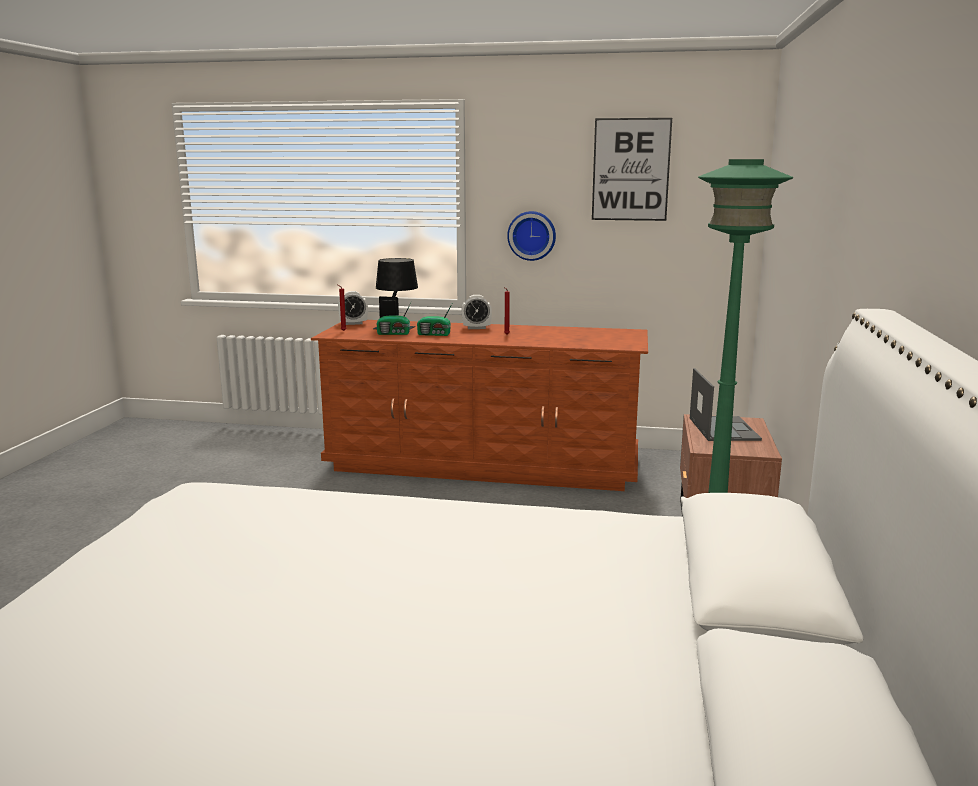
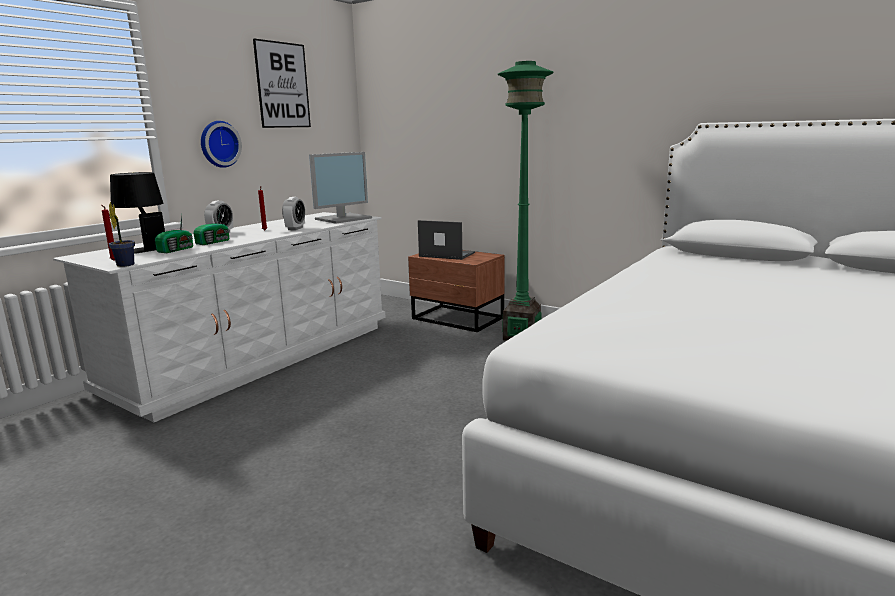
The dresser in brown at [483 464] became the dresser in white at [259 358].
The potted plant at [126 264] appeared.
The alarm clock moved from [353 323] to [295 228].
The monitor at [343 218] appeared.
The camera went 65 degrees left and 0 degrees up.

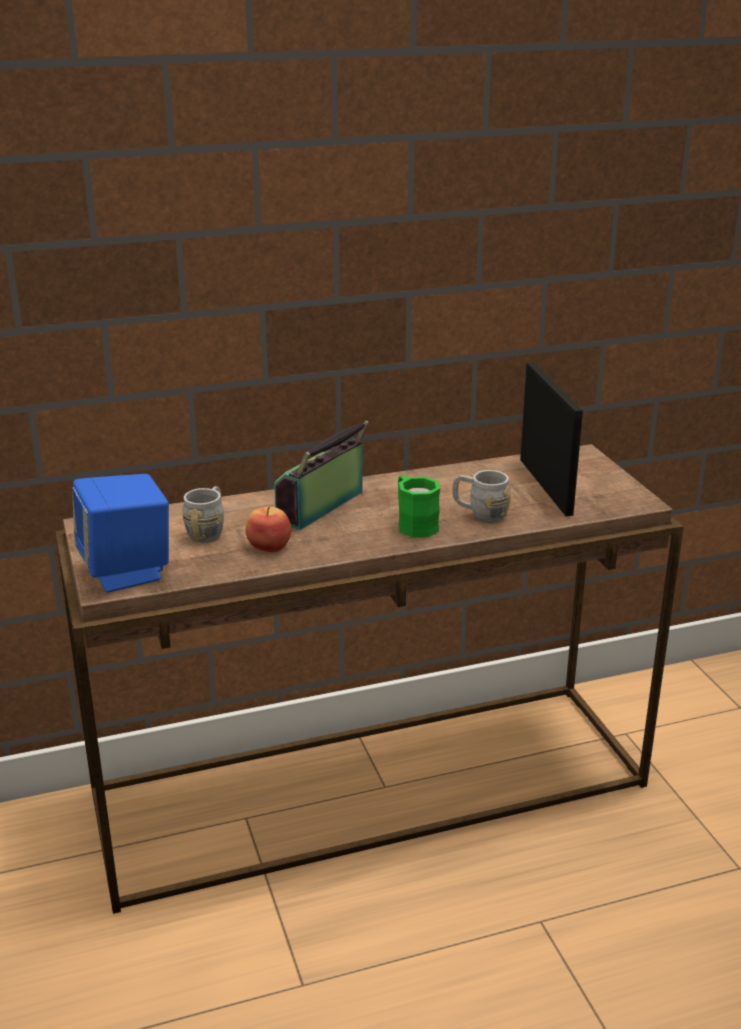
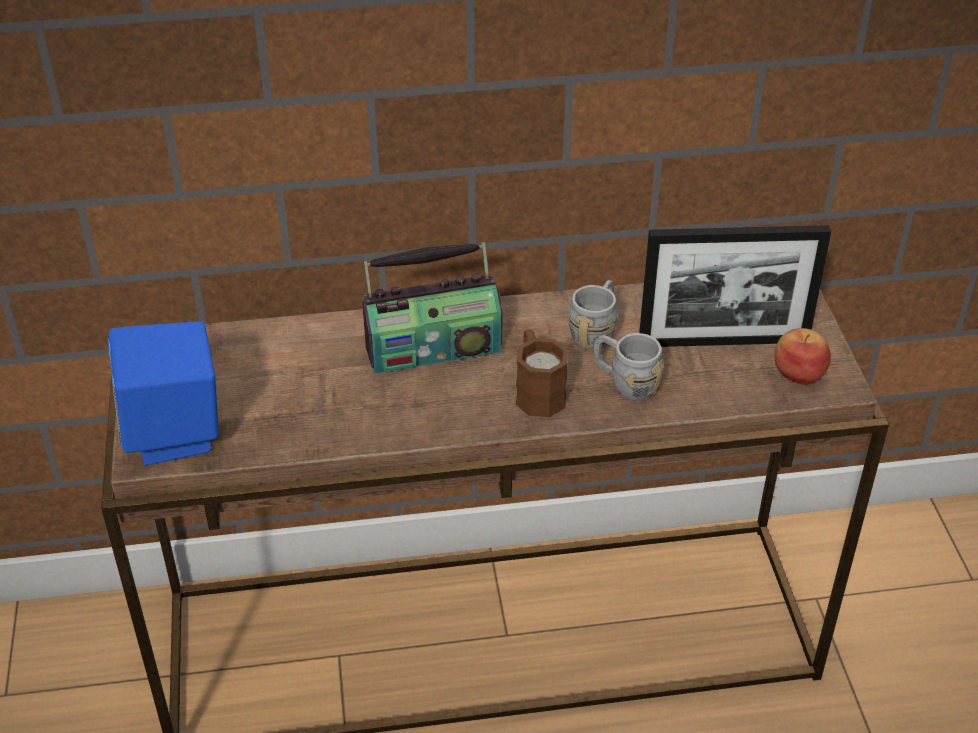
The radio at [322 507] turned 150 degrees counterclockwise.
The mug in green at [414 524] became the mug in brown at [537 391].
The mug in grey moved from [209 531] to [596 332].
The picture frame at [545 486] turned 90 degrees clockwise.
The apple moved from [269 546] to [799 373].
The camera went 10 degrees right and 15 degrees up.

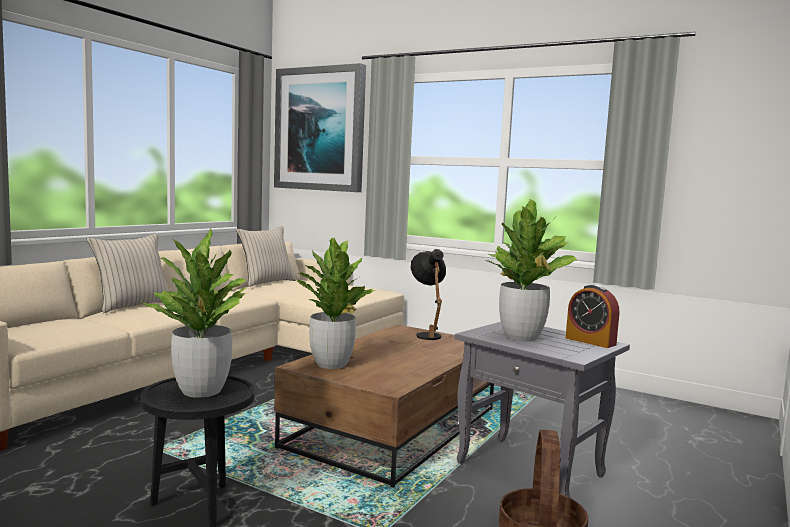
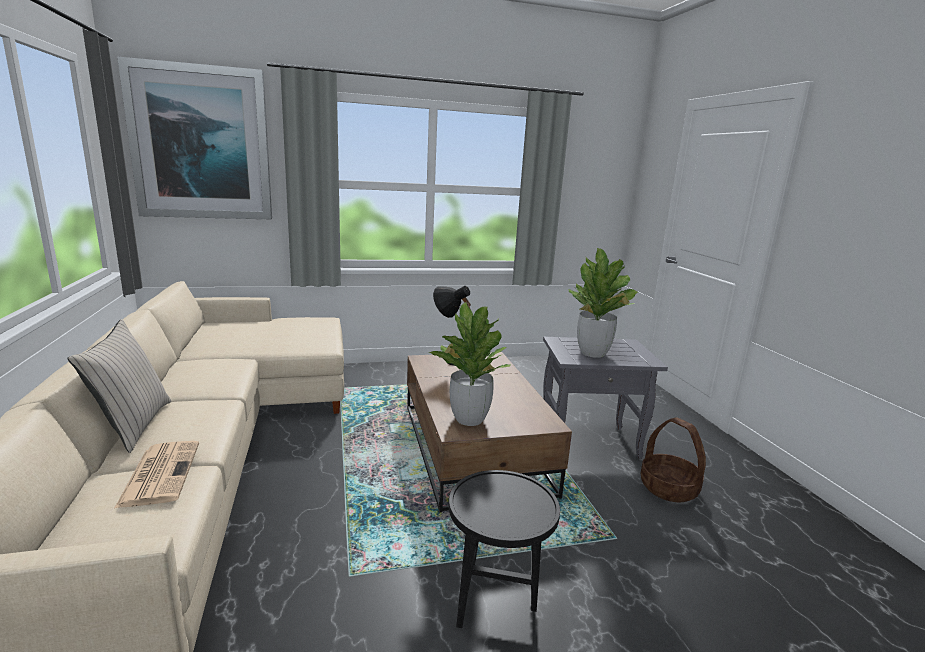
The newspaper at [160 473] appeared.
The potted plant at [201 391] disappeared.
The pillow in beige at [266 282] disappeared.
The alarm clock at [590 341] disappeared.
The camera went 45 degrees left and 10 degrees up.

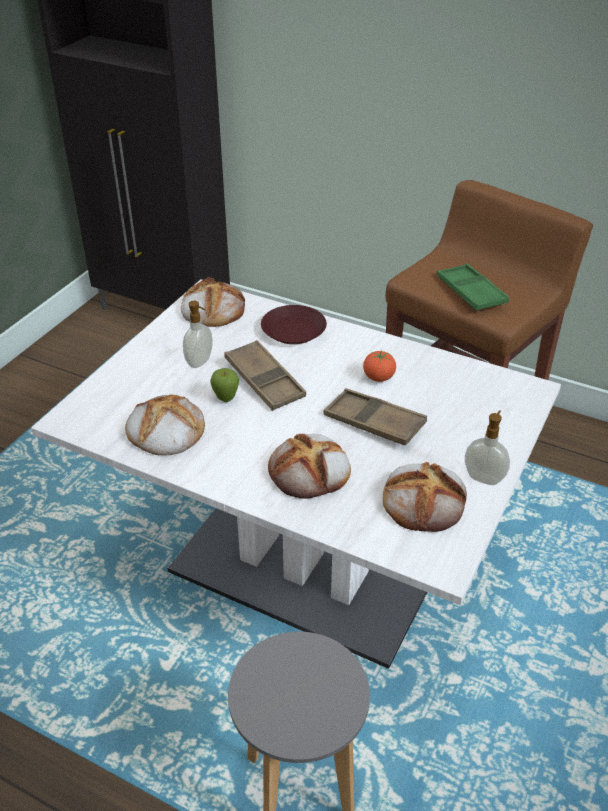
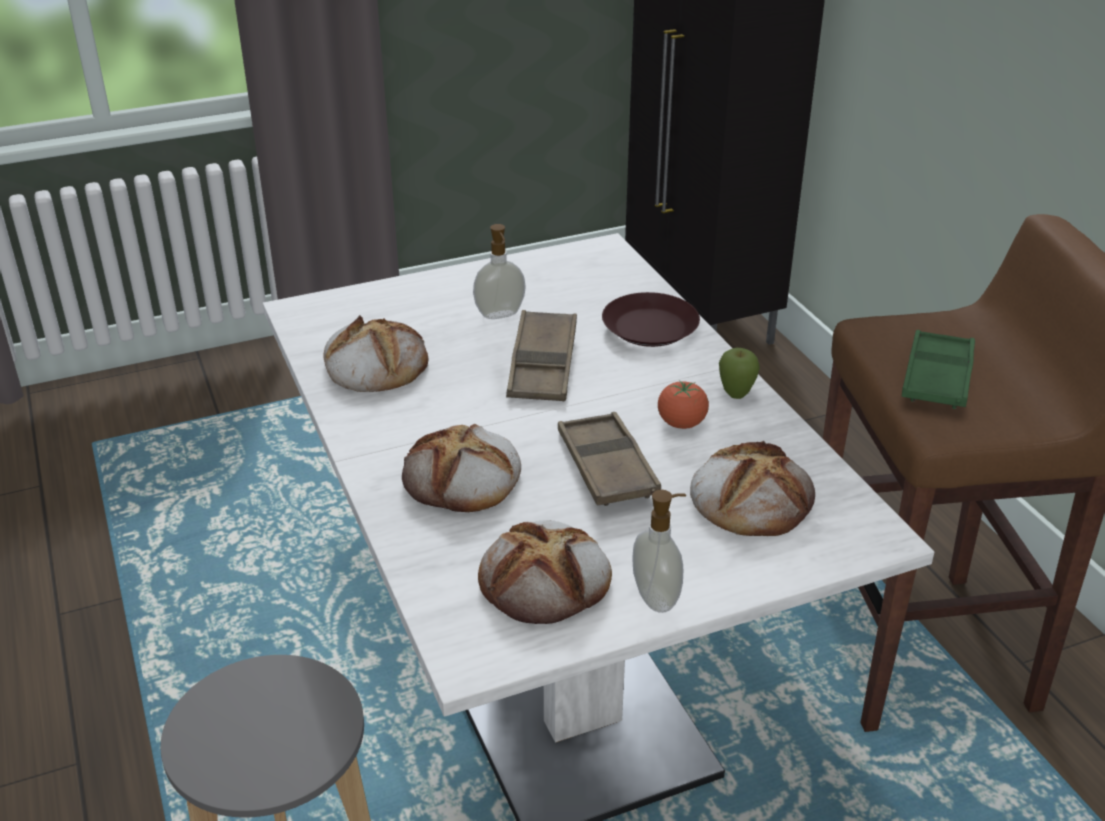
The bread moved from [212 308] to [750 497].
The apple moved from [226 400] to [736 396].
The camera went 40 degrees right and 5 degrees down.

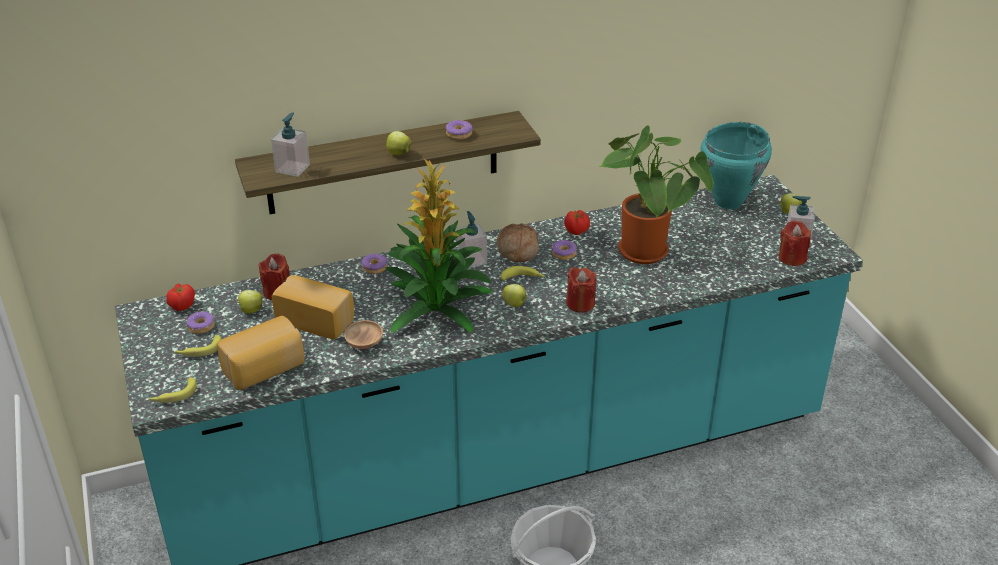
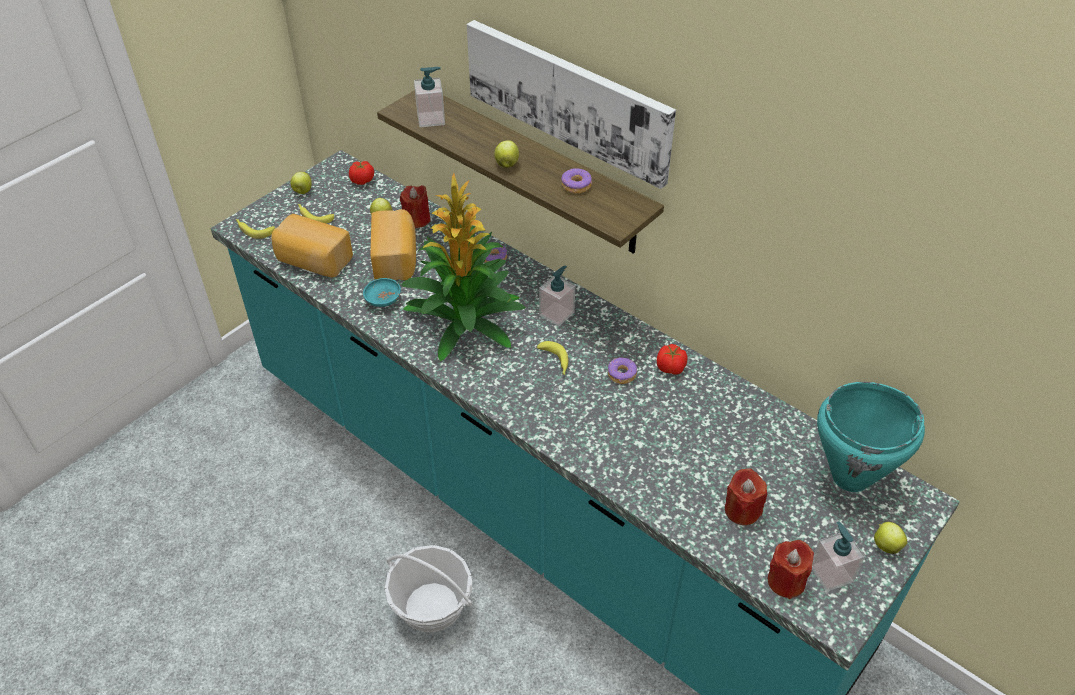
The apple moved from [515 304] to [302 191].
The bowl in brown at [364 343] became the bowl in turquoise at [383 300].
The picture at [568 99] appeared.
The candle in red moved from [580 303] to [742 510].
The donut at [201 327] disappeared.
The bread at [517 250] disappeared.
The potted plant at [648 254] disappeared.
The camera went 60 degrees right and 10 degrees up.

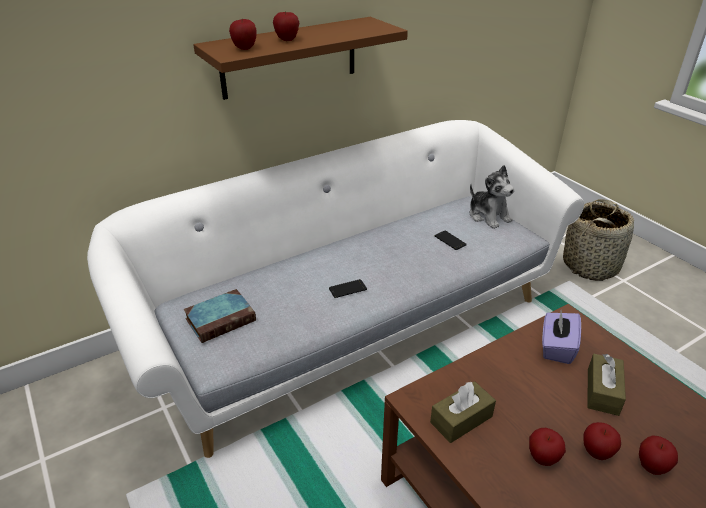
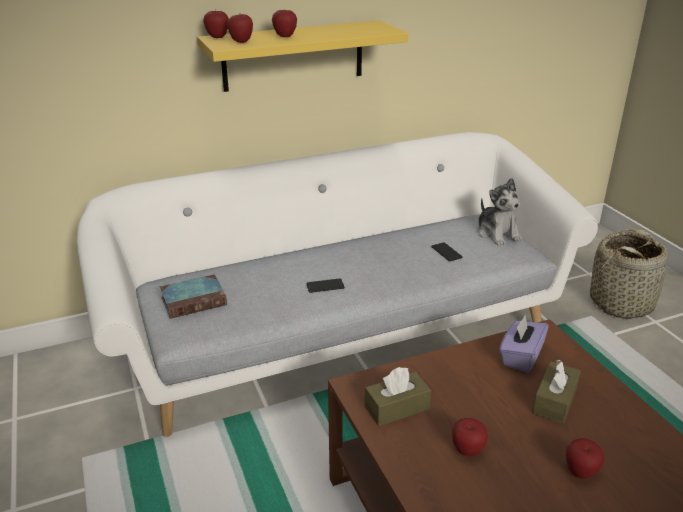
The shelf in brown at [290 57] became the shelf in yellow at [293 56].
The apple moved from [596 452] to [217 37].
The camera went 10 degrees right and 5 degrees down.

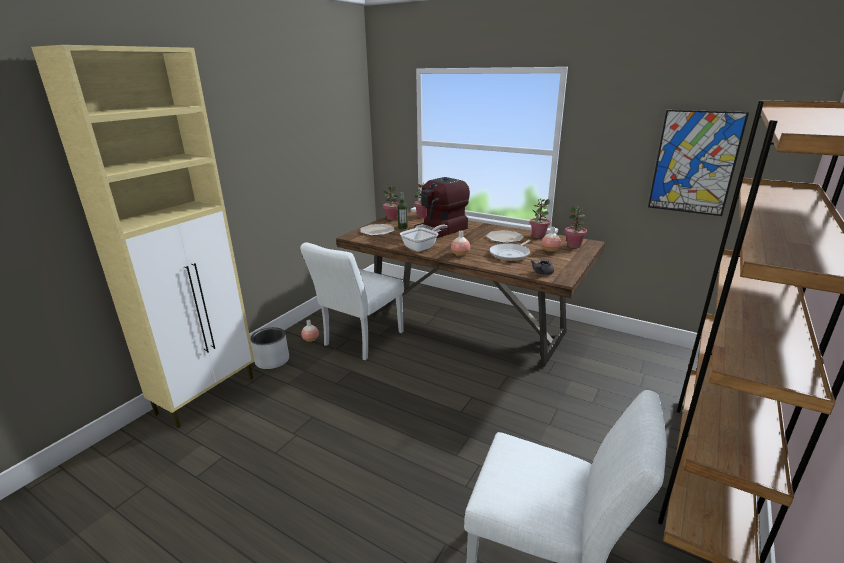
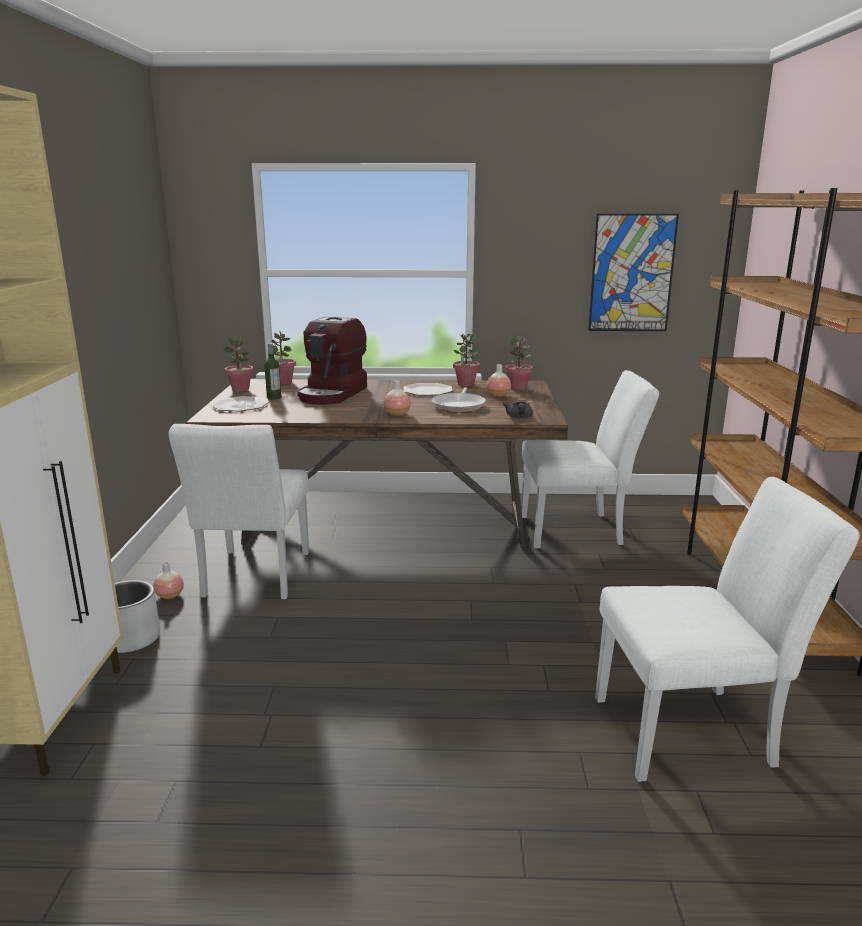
The chair in white at [579 530] appeared.
The frying pan at [422 247] disappeared.
The camera went 30 degrees left and 5 degrees down.

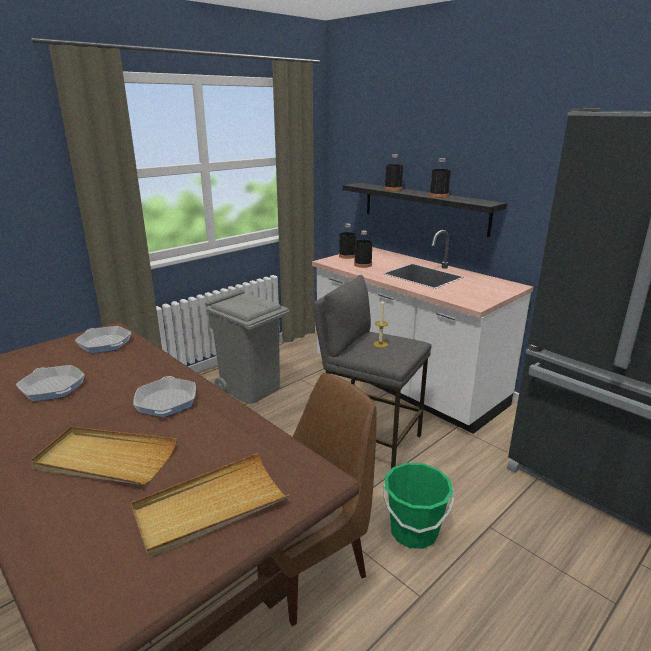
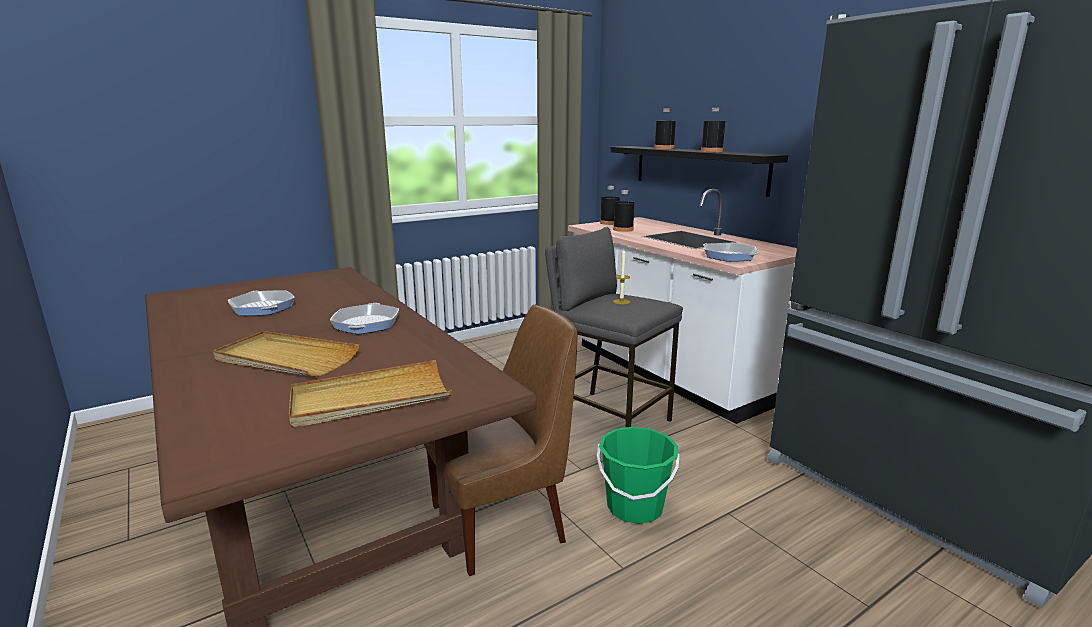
The frying pan moved from [104 343] to [729 256].
The trash can in grey at [251 388] disappeared.
The camera went 10 degrees right and 5 degrees down.

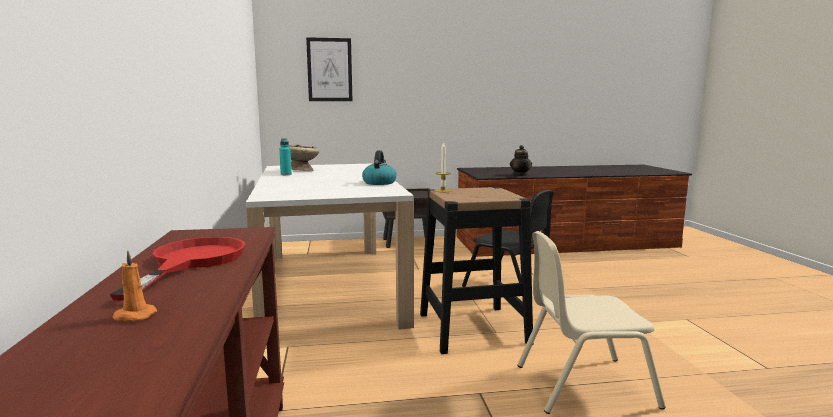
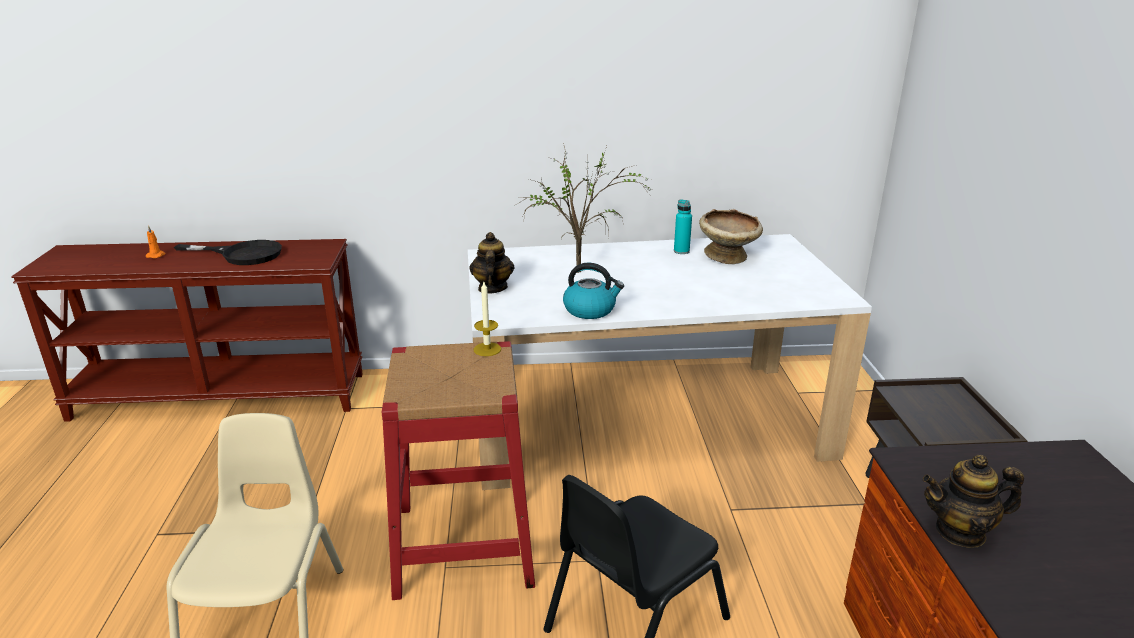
The frying pan in red at [191 262] became the frying pan in black at [242 254].
The stool in black at [472 328] became the stool in red at [464 544].
The teapot at [492 288] appeared.
The potted plant at [582 272] appeared.
The picture at [329 70] disappeared.
The camera went 95 degrees right and 15 degrees up.

